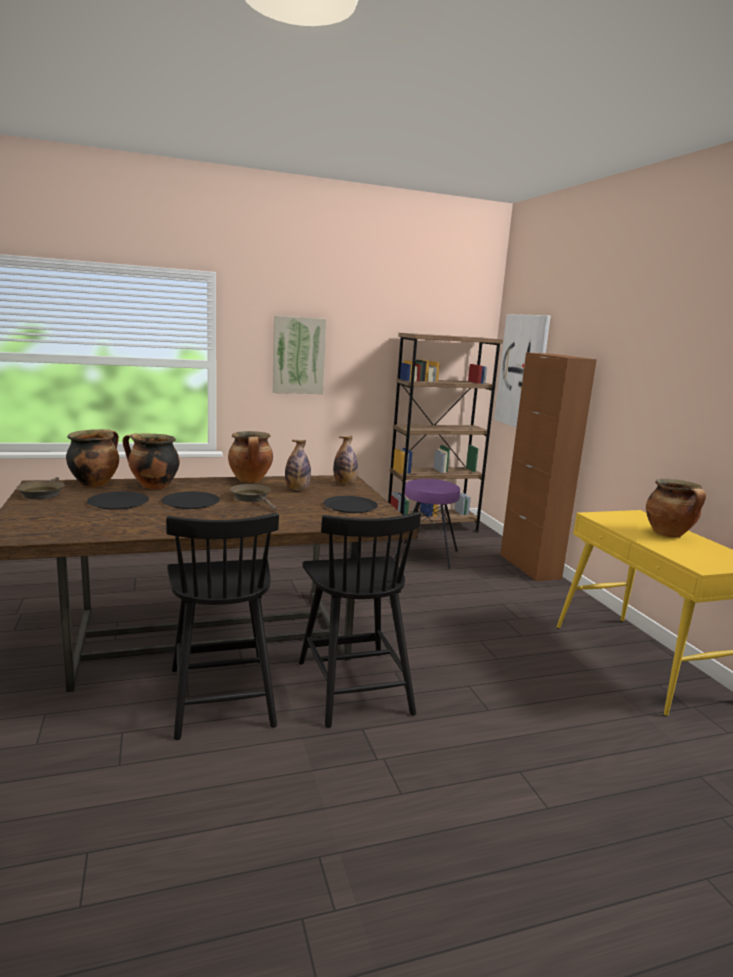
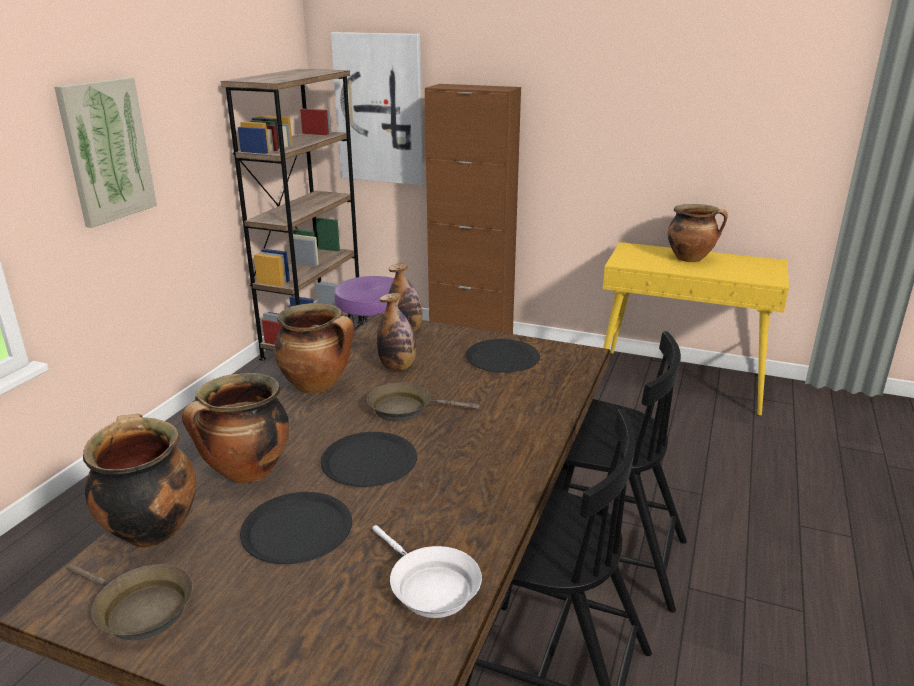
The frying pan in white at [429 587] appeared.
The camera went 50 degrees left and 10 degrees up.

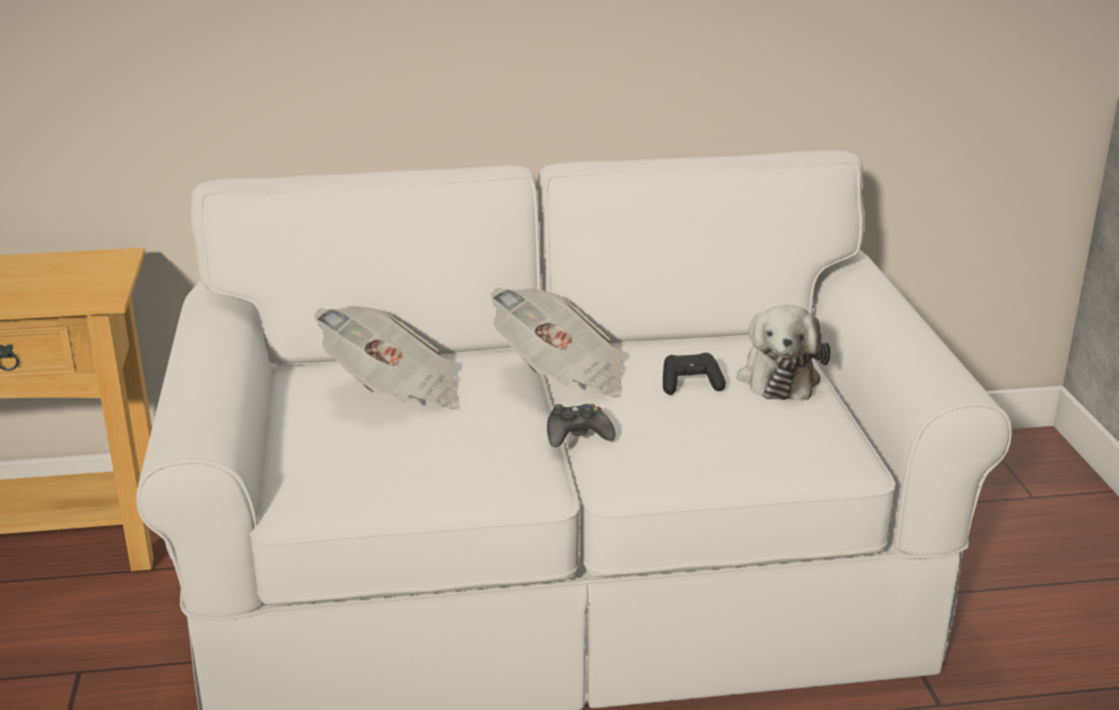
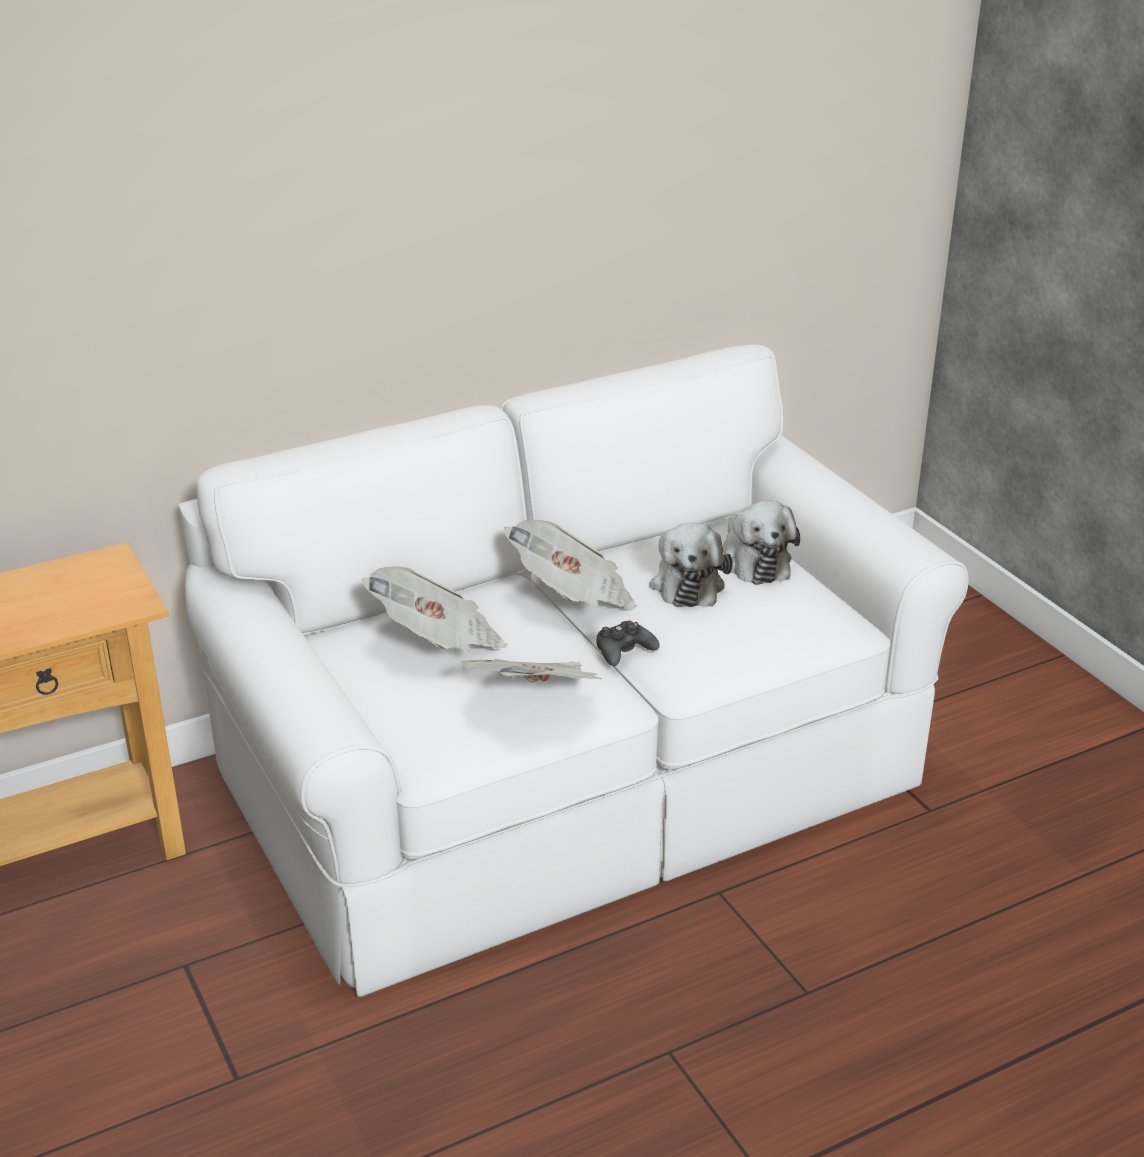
The newspaper at [536 699] appeared.
The game controller in black at [690 385] was replaced by the plush toy at [687 583].
The camera went 20 degrees left and 5 degrees up.

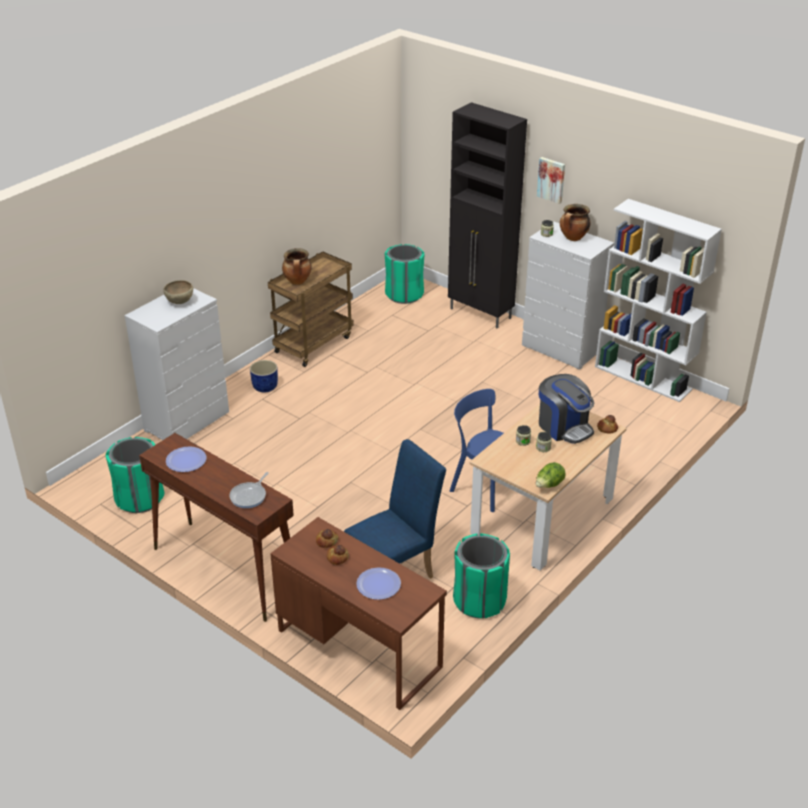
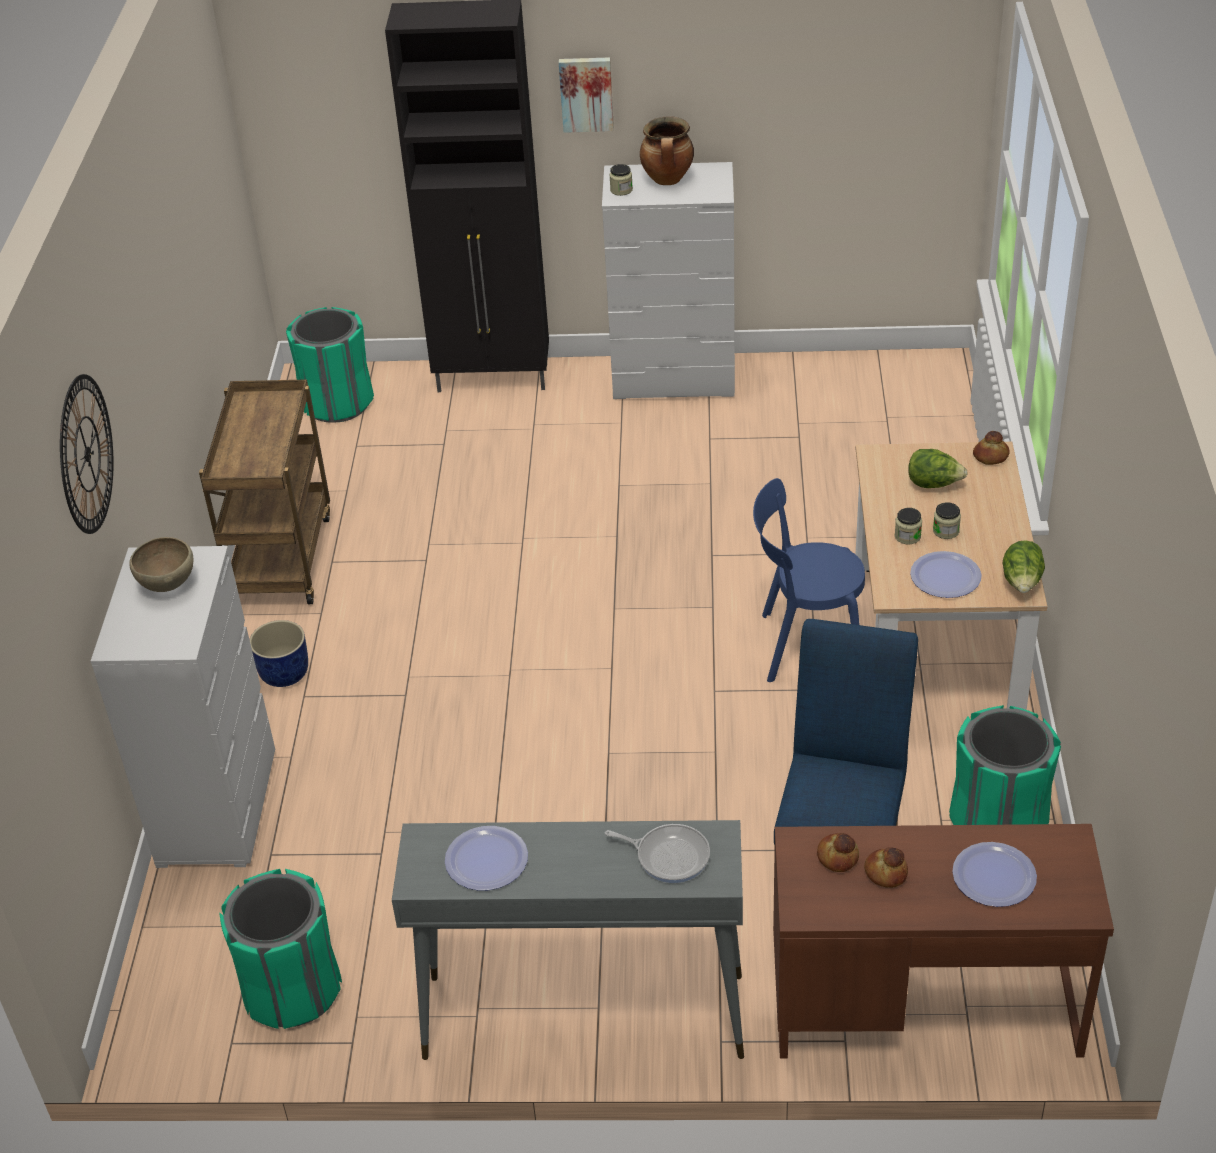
The wall clock at [86 454] appeared.
The console table in brown at [225 569] became the console table in grey at [582 1016].
The frying pan at [249 496] turned 60 degrees counterclockwise.
The coffee machine at [564 427] was replaced by the lettuce at [934 484].
The plate at [945 576] appeared.
The cooking pot at [298 282] disappeared.
The bookcase in white at [643 378] disappeared.
The camera went 35 degrees left and 5 degrees up.

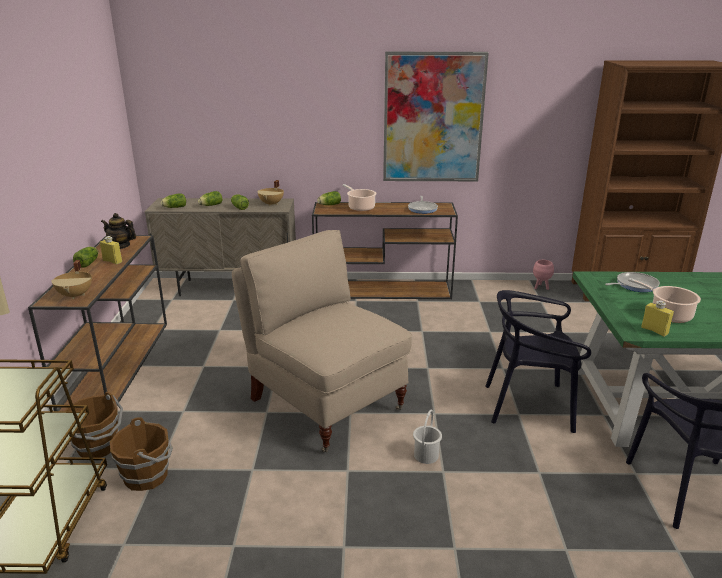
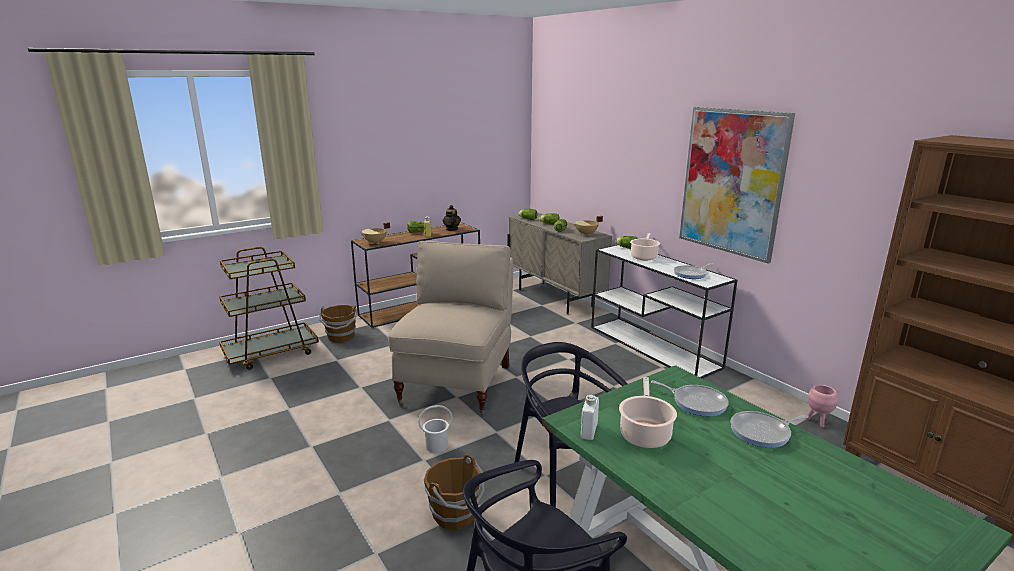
The bucket in brown moved from [147 476] to [455 515].
The bottle in yellow at [654 331] became the bottle in white at [589 431].
The console table in brown at [384 289] became the console table in white at [654 347].
The frying pan at [763 432] appeared.
The camera went 55 degrees right and 5 degrees down.

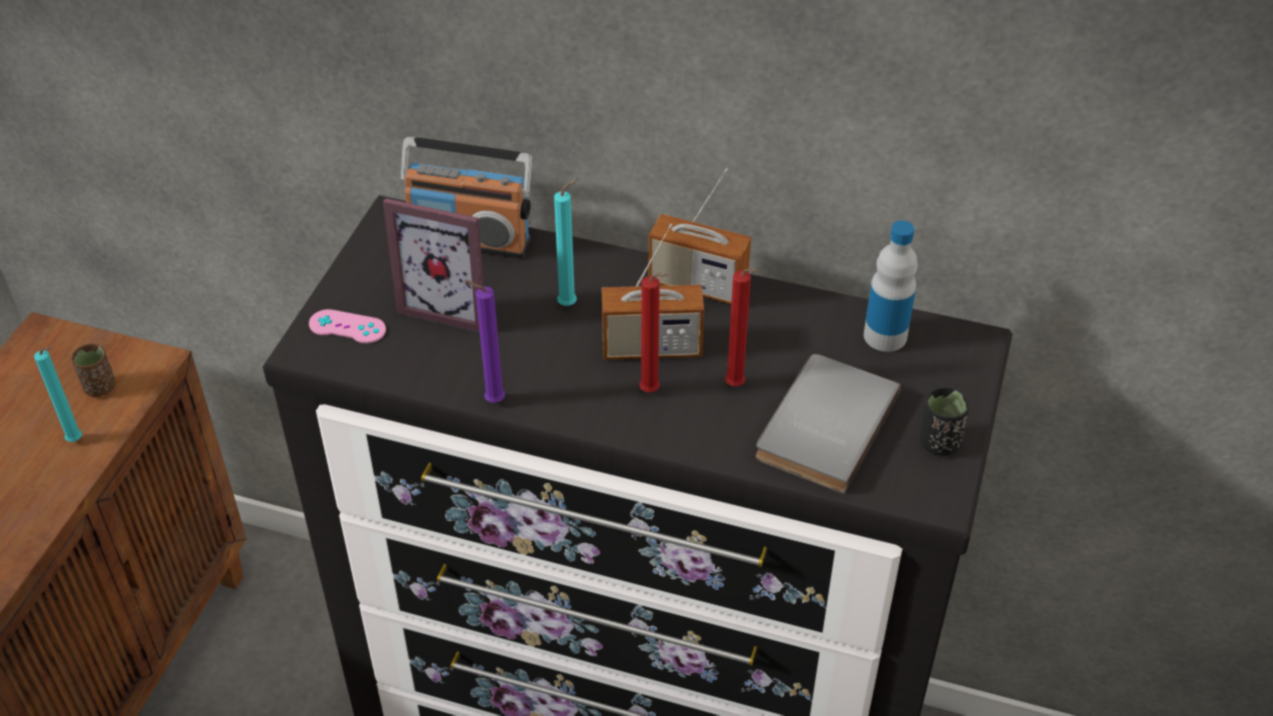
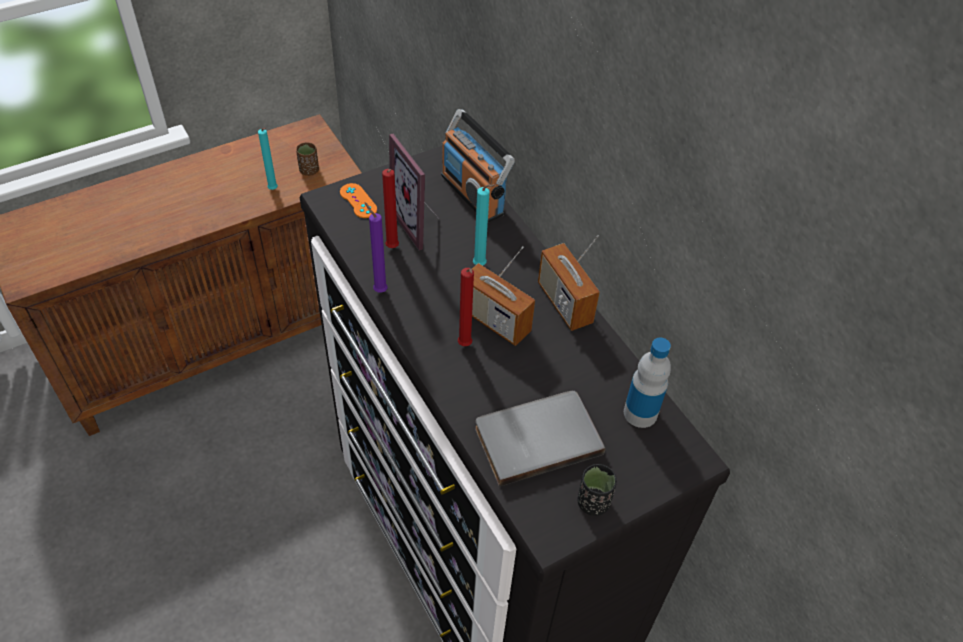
The game controller in pink at [347 327] became the game controller in orange at [358 201].
The candle in red moved from [737 387] to [392 249].
The camera went 40 degrees right and 5 degrees up.

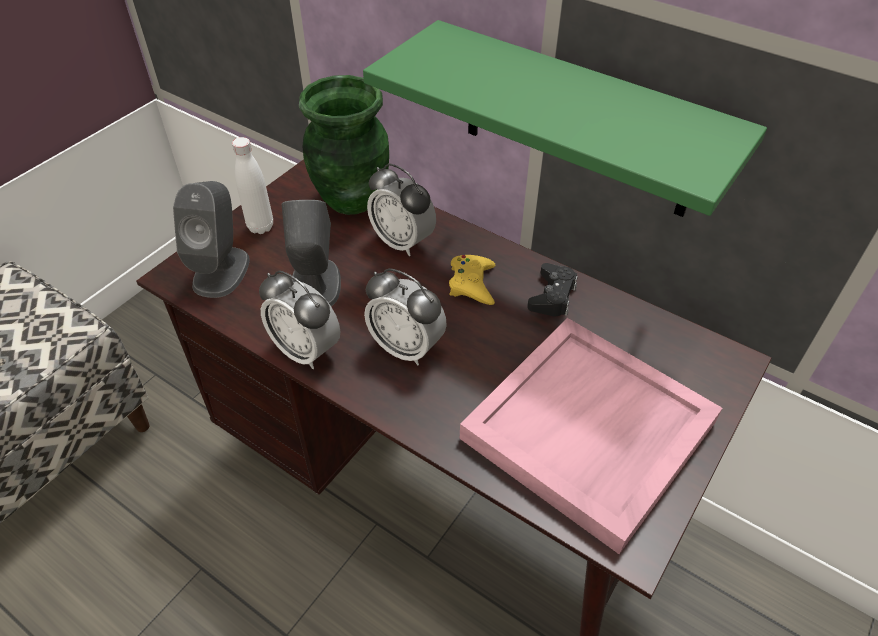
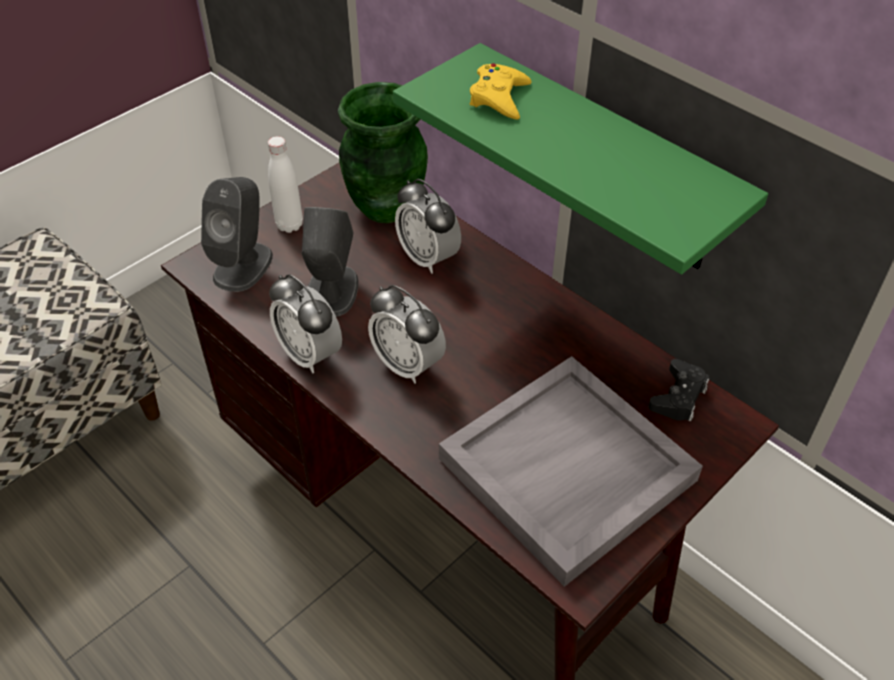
The tray in pink at [589 433] became the tray in grey at [567 472].
The game controller in yellow moved from [472 284] to [499 98].
The game controller in black moved from [552 296] to [678 396].
The camera went 10 degrees right and 0 degrees up.

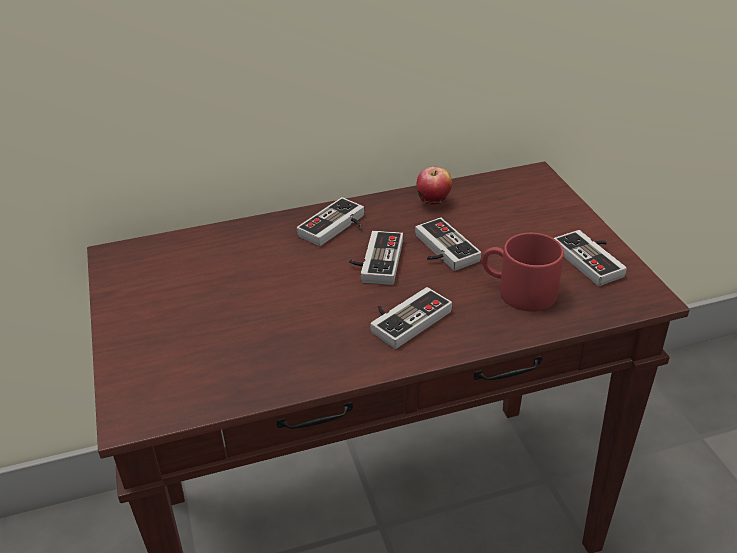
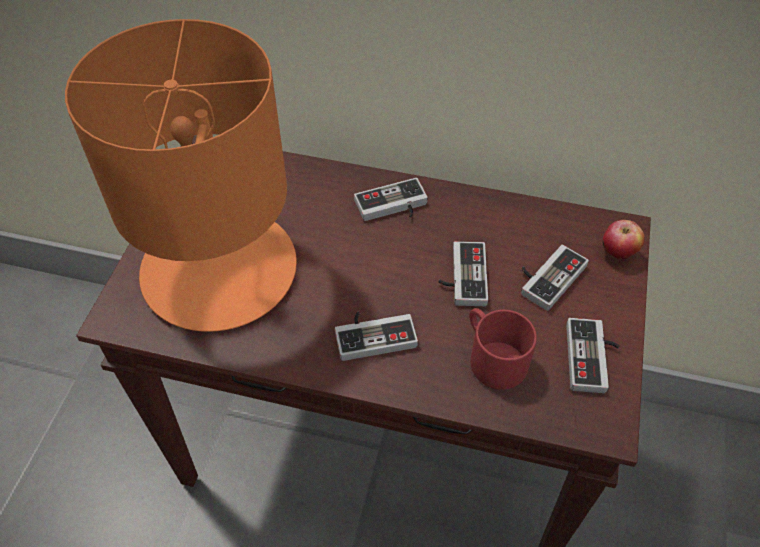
The table lamp in orange at [220 268] appeared.
The game controller moved from [375 261] to [547 276].
The apple moved from [433 203] to [617 254].
The camera went 30 degrees right and 15 degrees up.

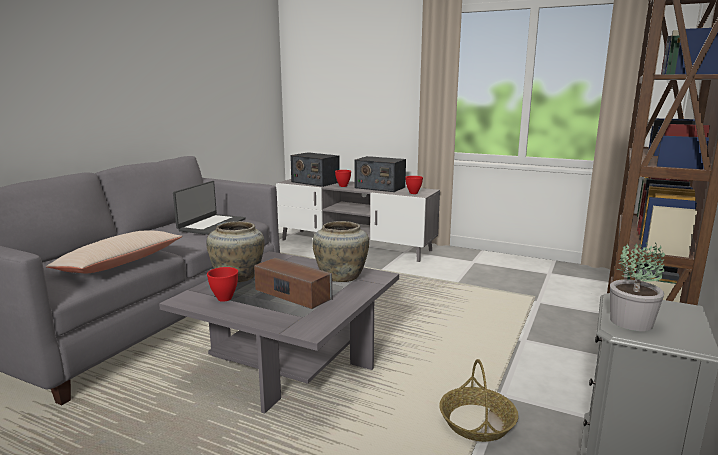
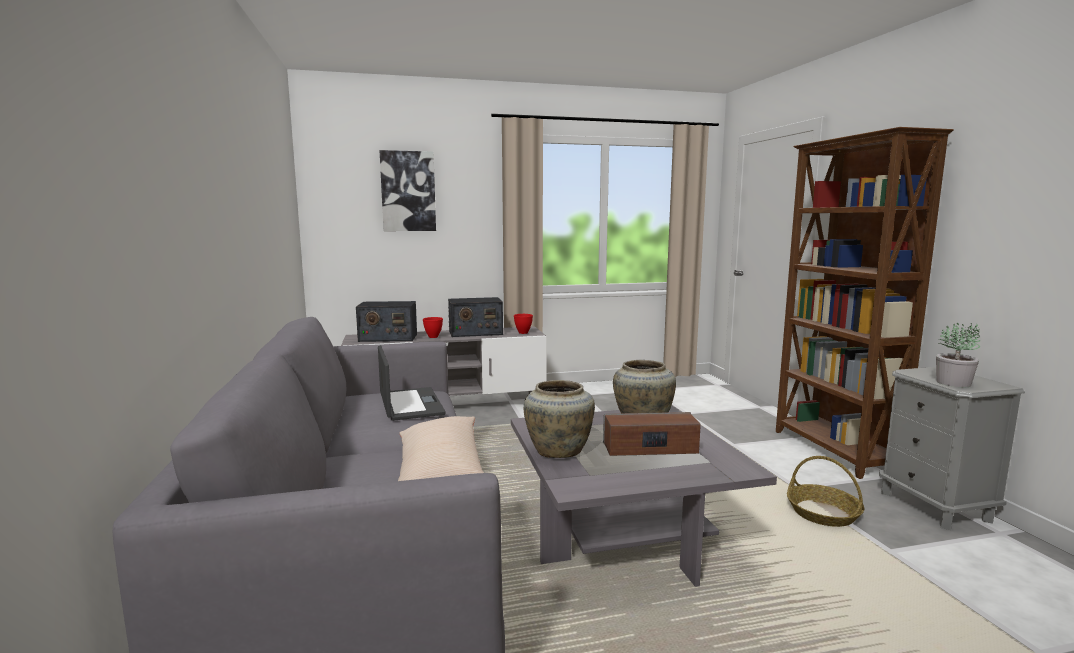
The picture at [408 191] appeared.
The bowl in red at [224 298] disappeared.
The camera went 40 degrees left and 5 degrees down.

